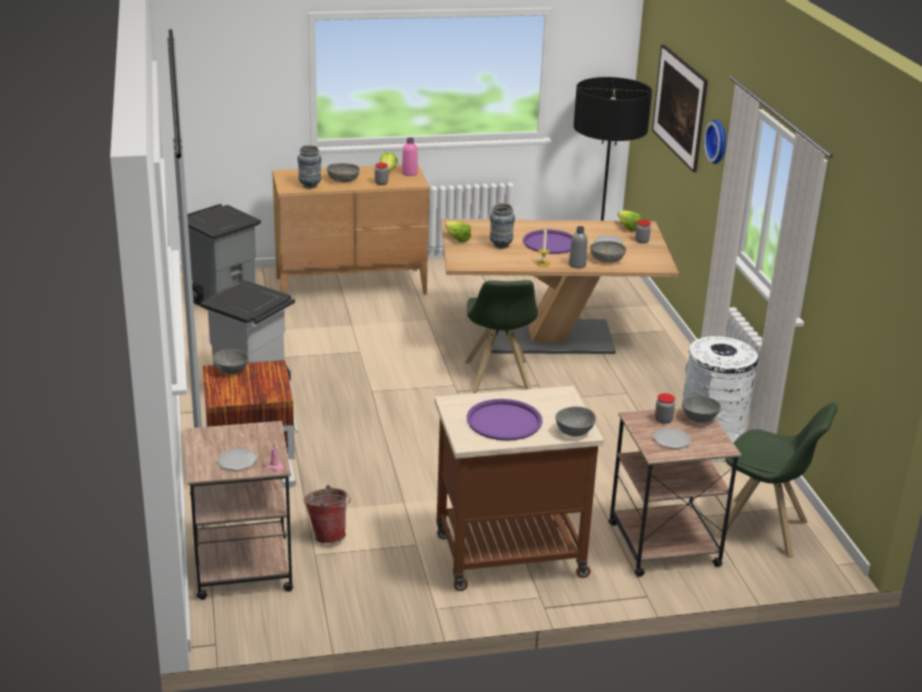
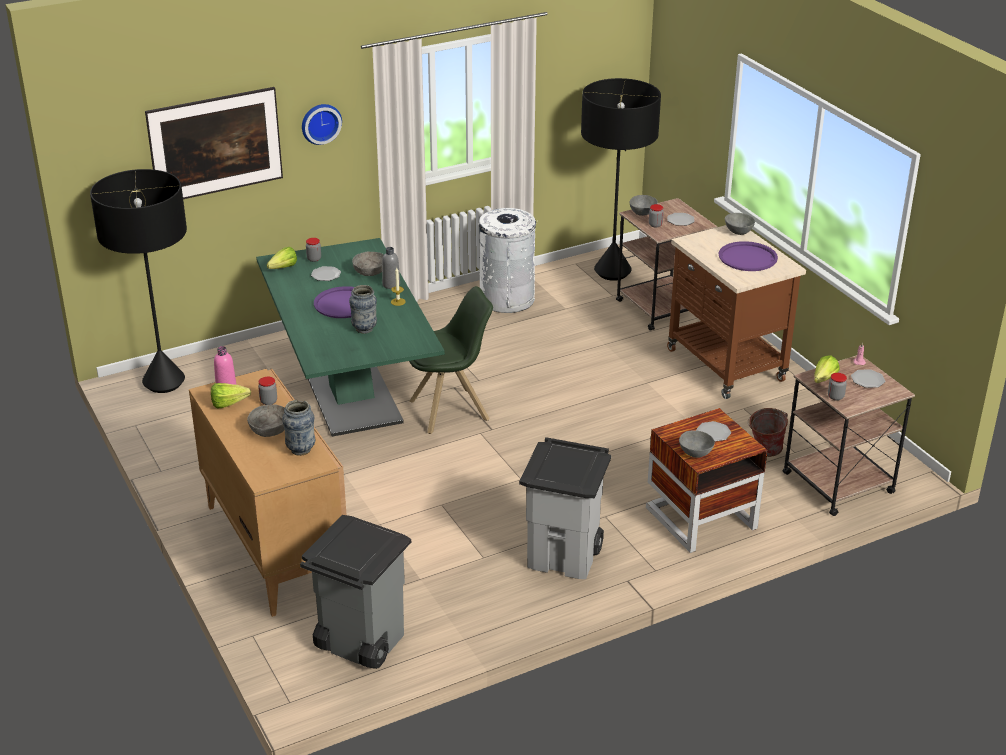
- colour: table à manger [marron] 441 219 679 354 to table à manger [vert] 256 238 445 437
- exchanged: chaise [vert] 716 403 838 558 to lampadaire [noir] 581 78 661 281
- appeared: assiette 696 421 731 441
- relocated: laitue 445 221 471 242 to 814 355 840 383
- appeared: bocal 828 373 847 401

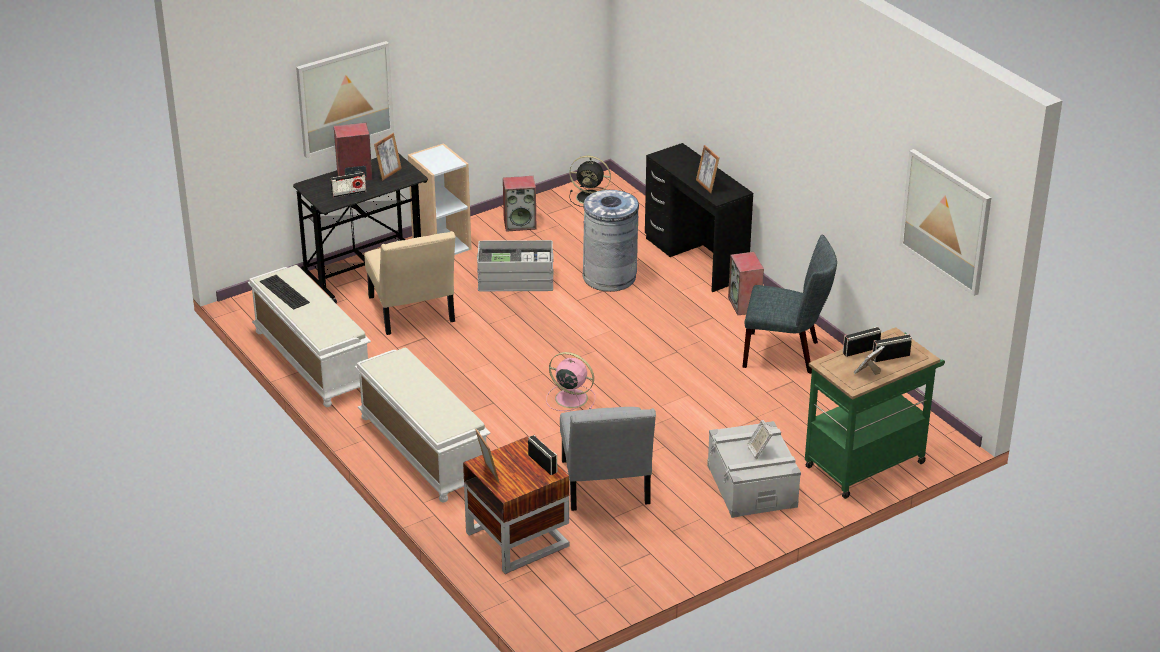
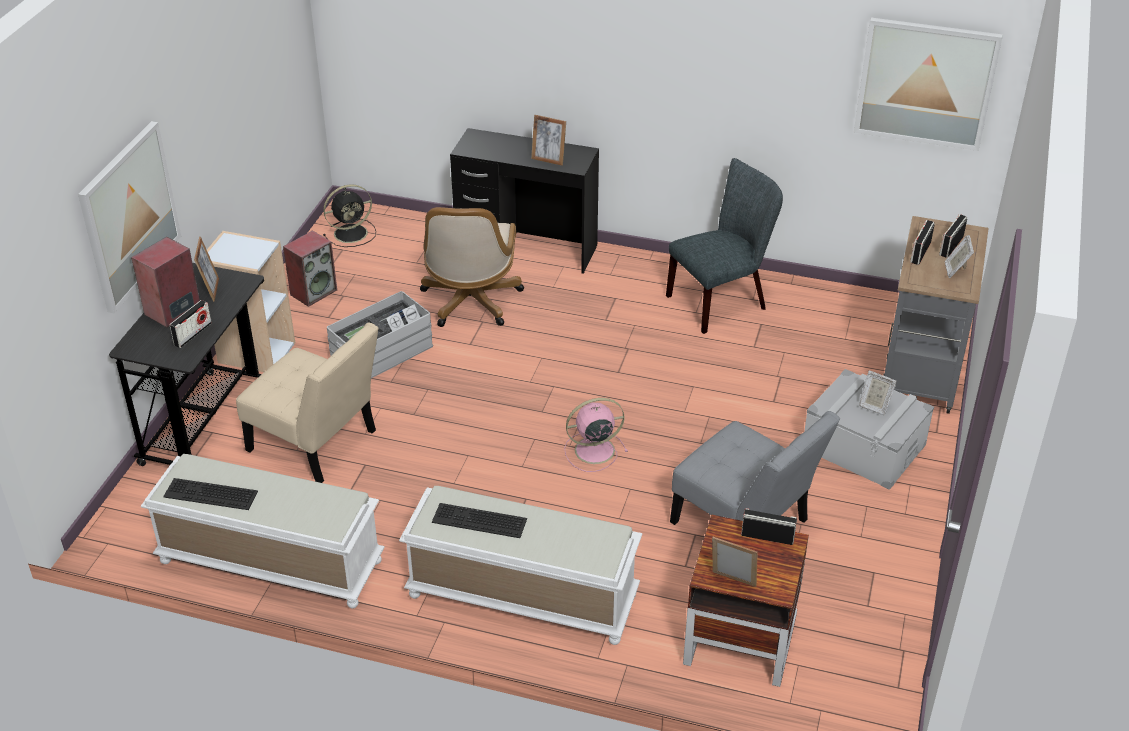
- exchanged: poubelle [gris] 583 190 639 292 to chaise de bureau 420 207 524 327
- appeared: clavier 432 503 527 538
- colour: chariot [vert] 805 327 945 499 to chariot [gris] 883 216 989 414
- missing: enceinte 728 252 764 315

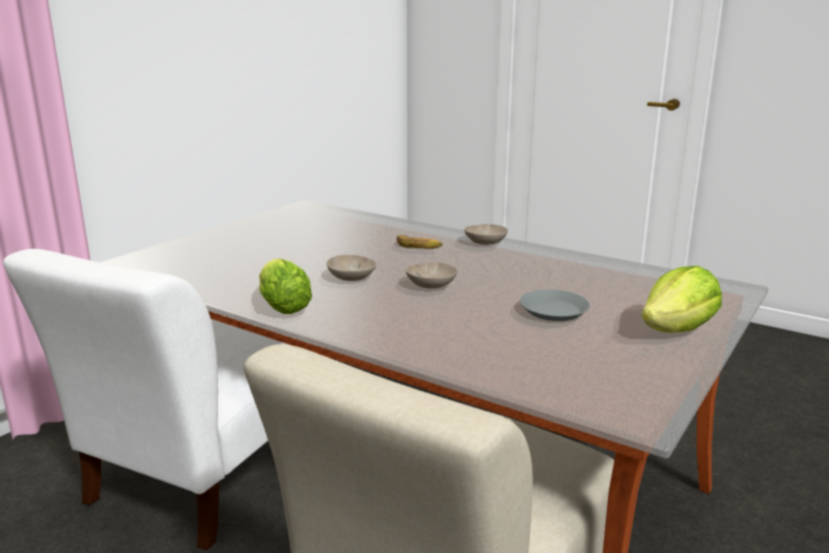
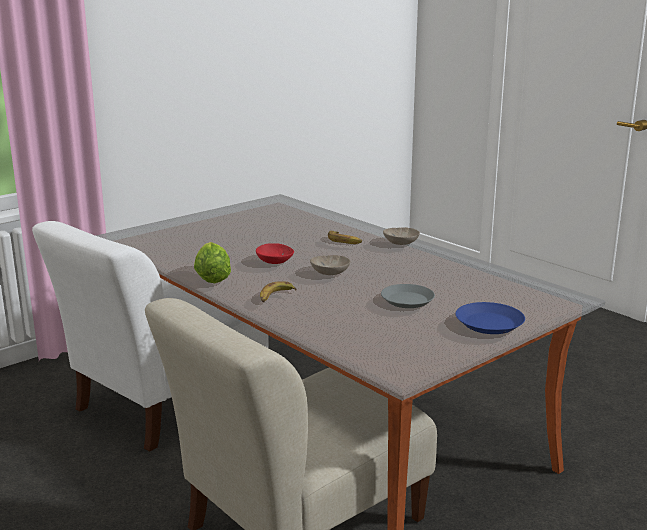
- colour: bol [beige] 326 255 377 281 to bol [rouge] 256 243 294 264
- appeared: banane 260 281 296 302
- exchanged: laitue 642 266 722 333 to assiette [bleu] 455 302 525 334

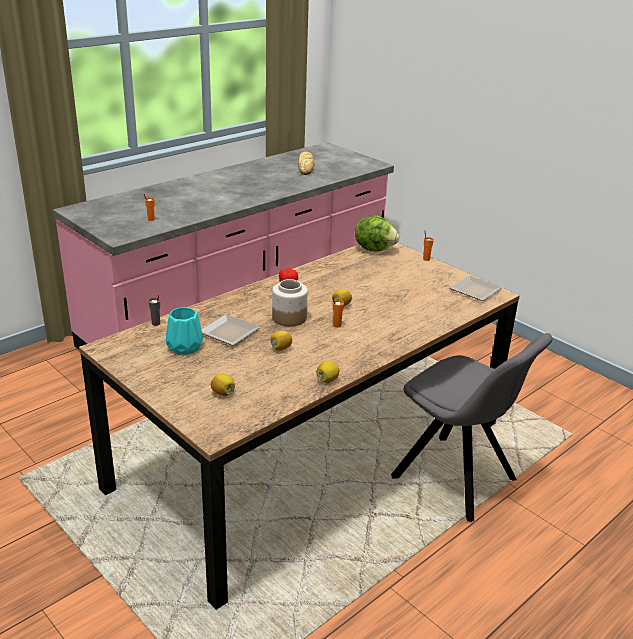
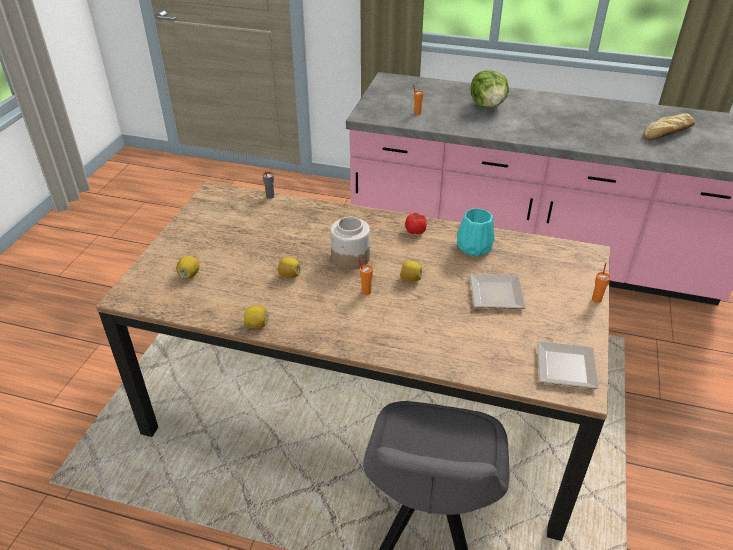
- relocated: vase [turquoise] 166 307 203 355 to 457 208 495 257
- relocated: assiette 201 314 260 346 to 470 274 526 309
- relocated: laitue 355 216 399 252 to 471 70 509 108

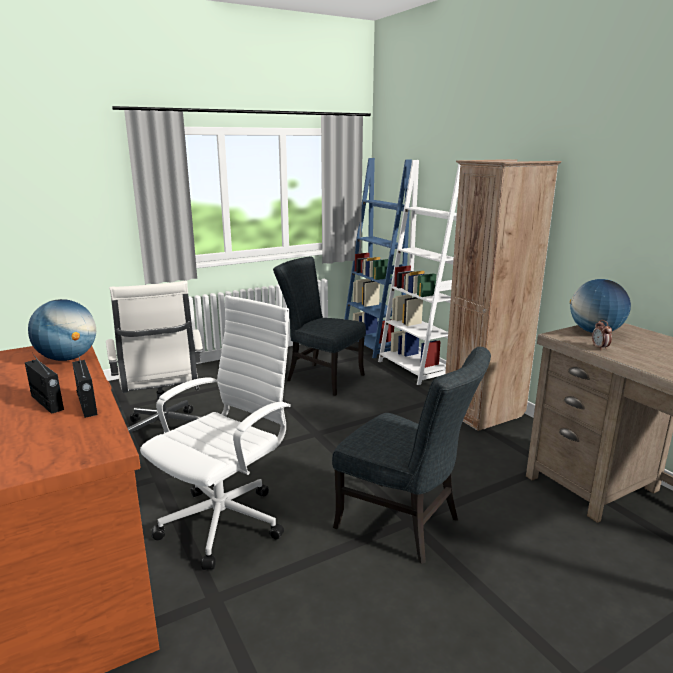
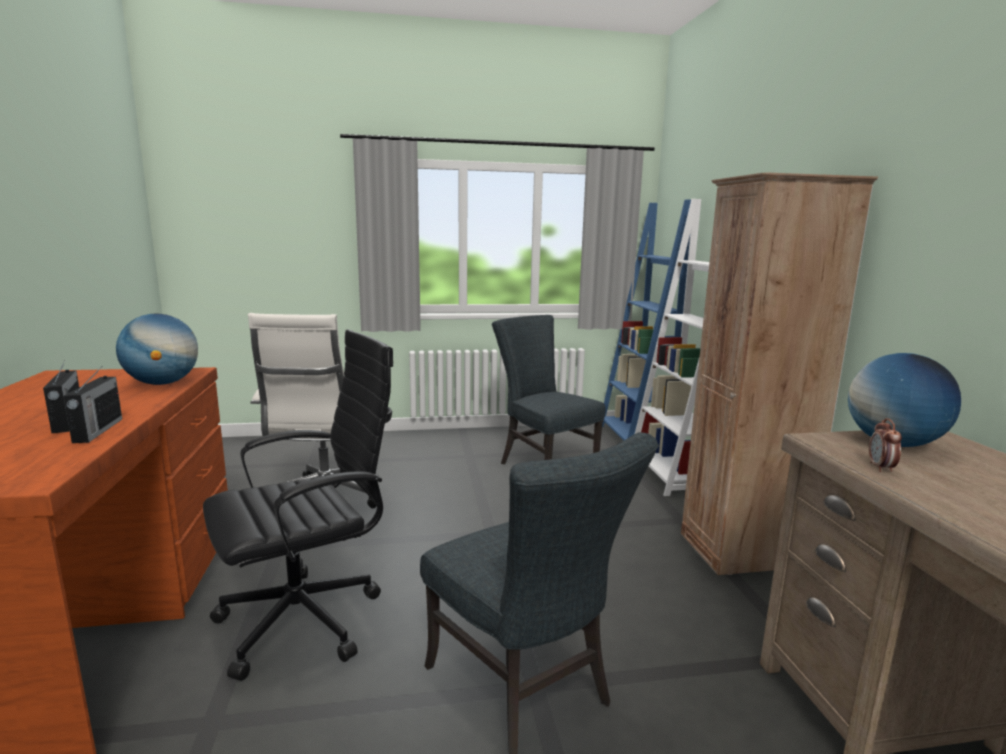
- colour: chaise de bureau [blanc] 140 295 291 570 to chaise de bureau [noir] 203 329 393 681

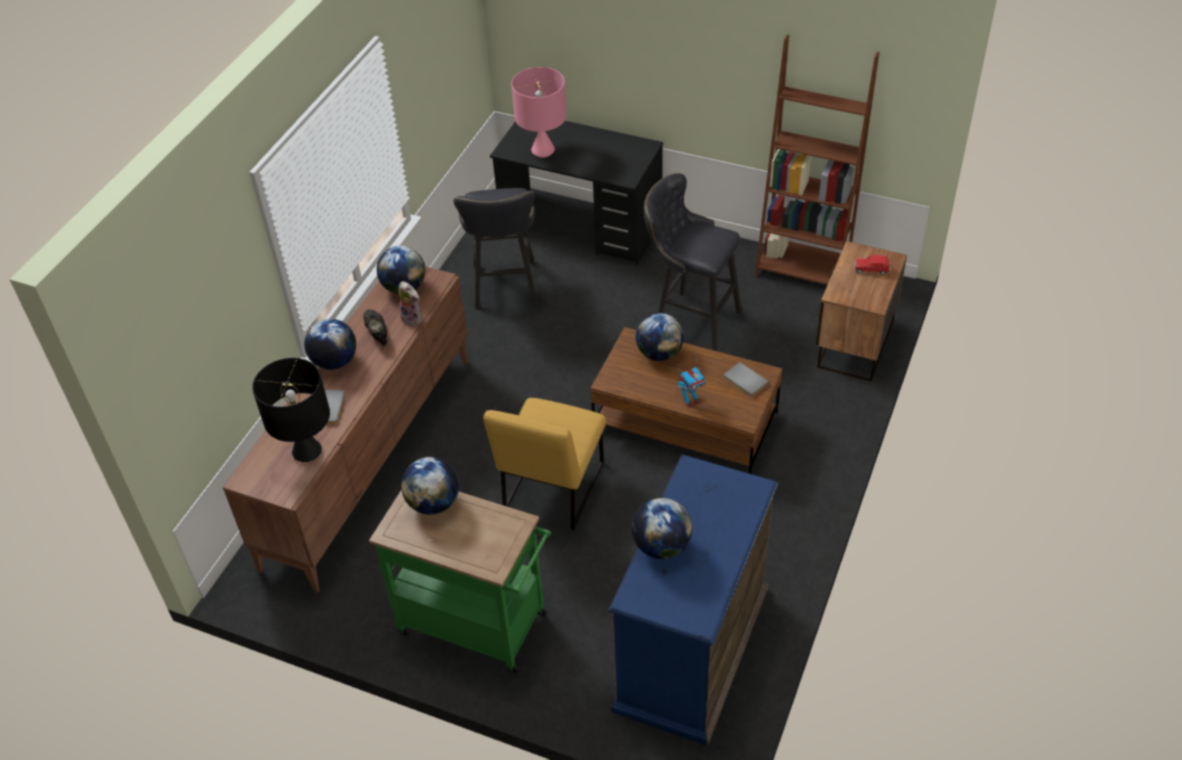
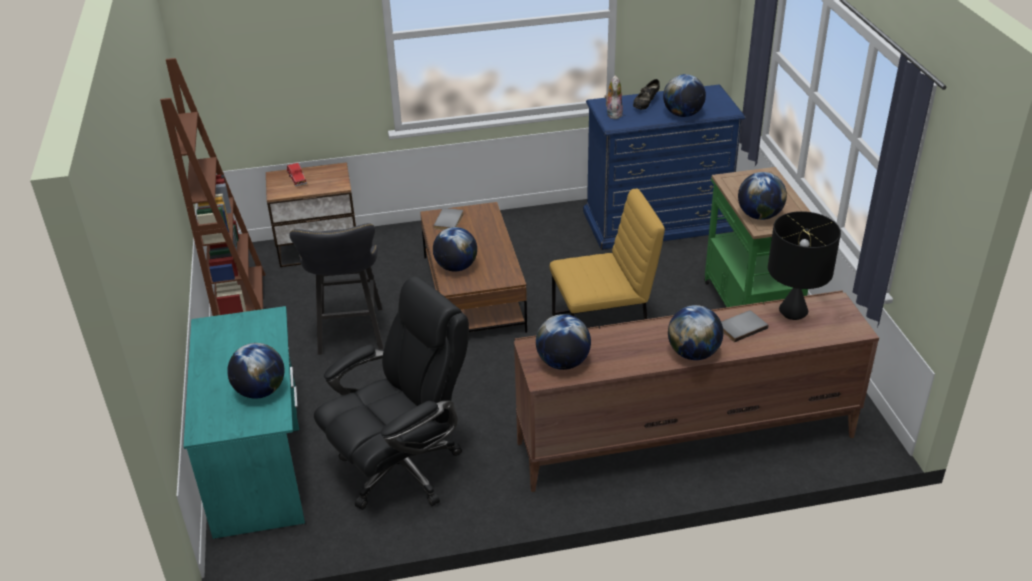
- colour: bureau [noir] 490 121 663 265 to bureau [turquoise] 183 306 305 539
- exchanged: lampe de table [rose] 511 67 567 158 to globe 227 343 284 399
- exchanged: tabouret [noir] 454 188 538 309 to chaise de bureau [noir] 314 277 469 510
- relocated: peluche 399 281 422 327 to 604 75 623 119
- relocated: chaussure [noir] 363 309 387 345 to 633 79 660 110
- missing: robot jouet 678 360 706 408

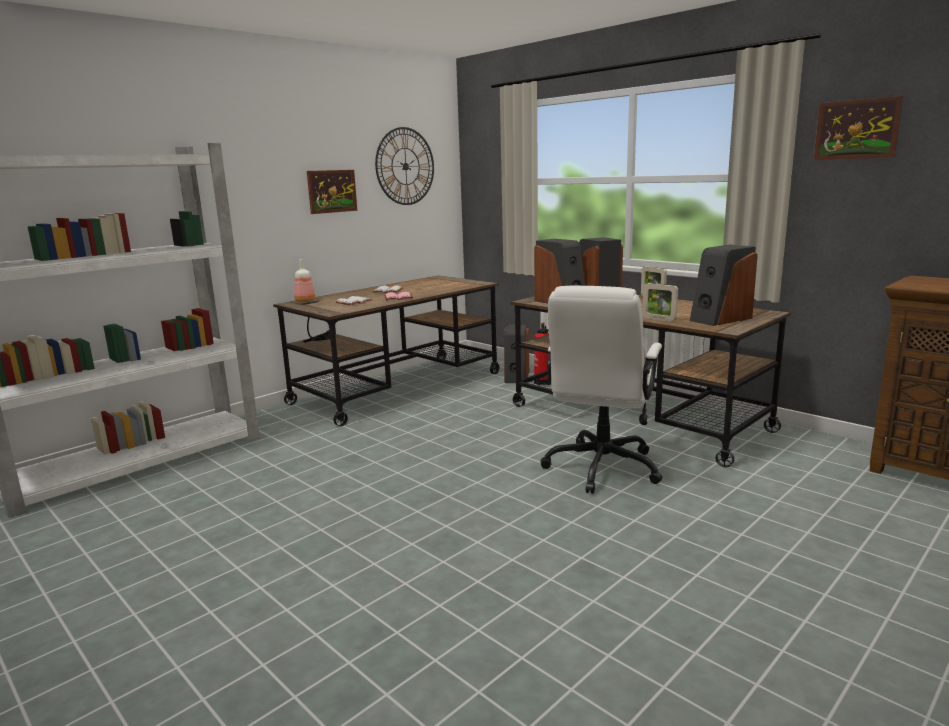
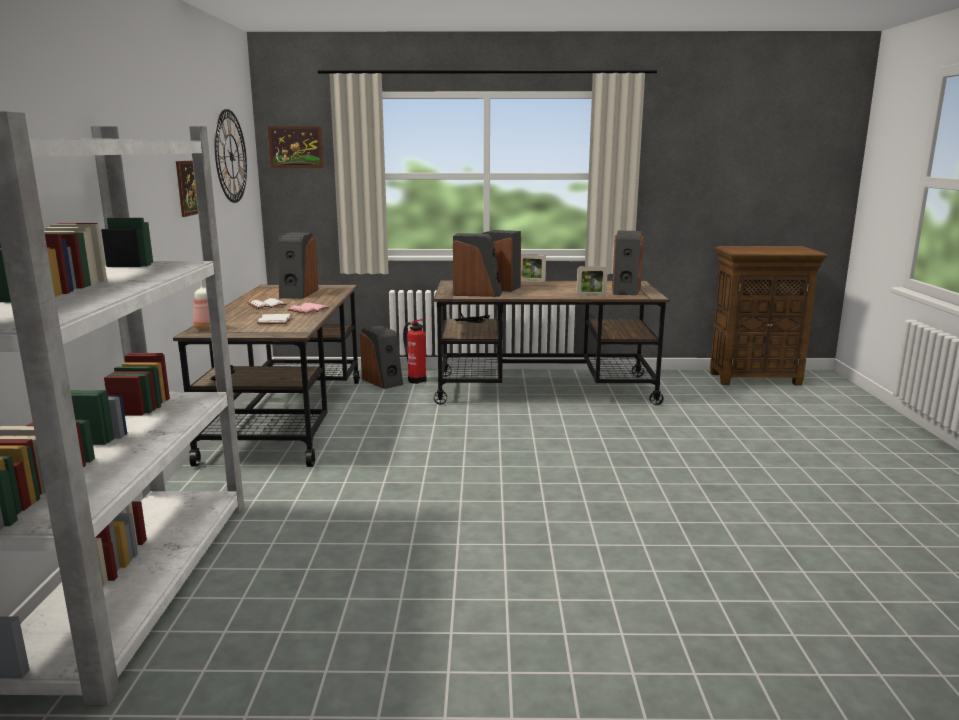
- relocated: tableau 814 96 903 160 to 267 126 324 168
- appeared: enceinte 278 232 319 299
- missing: chaise de bureau [blanc] 540 286 663 494

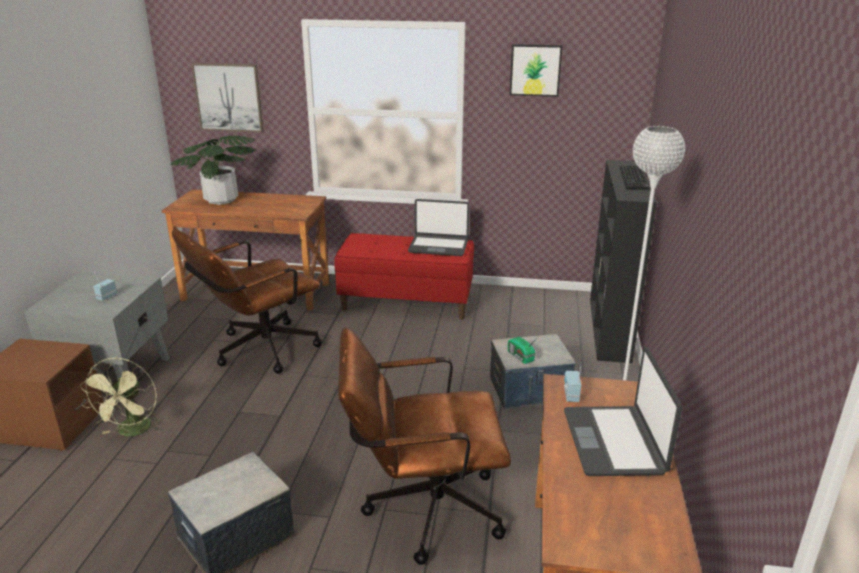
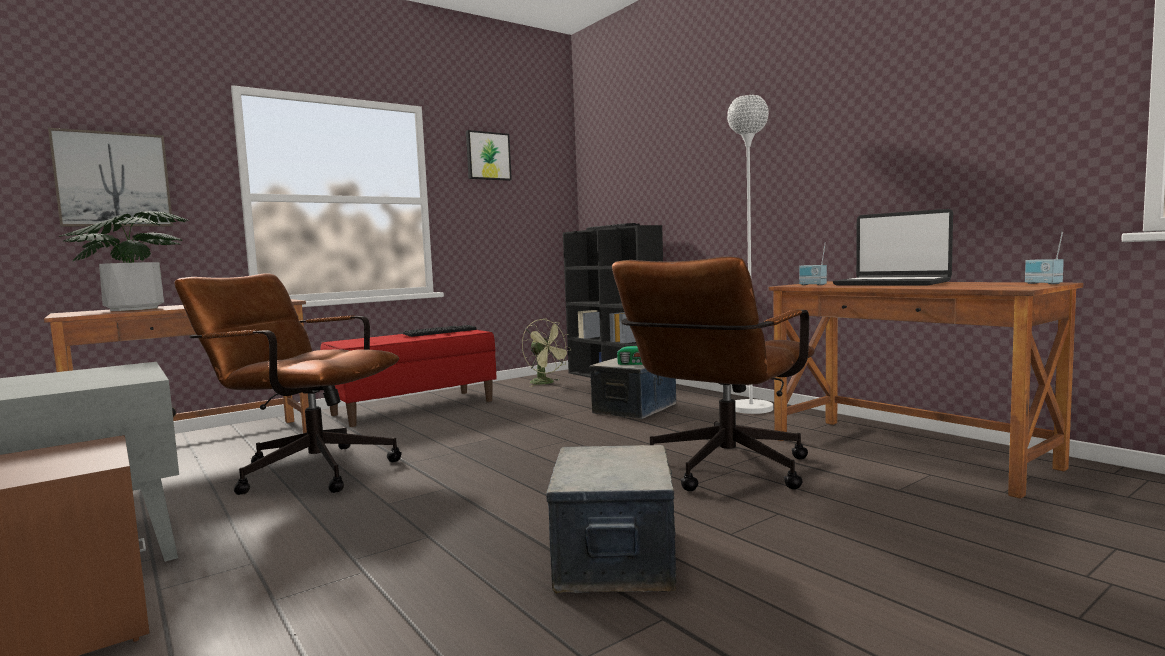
- spun: chaise de bureau [marron] 172 230 322 374 = 174 273 402 495 105 degrees clockwise
- exchanged: ordinateur portable 408 199 469 256 to clavier 403 325 477 337
- relocated: ventilateur [vert] 80 357 163 436 to 522 318 572 387
- relocated: radio 93 271 117 301 to 1025 232 1064 284

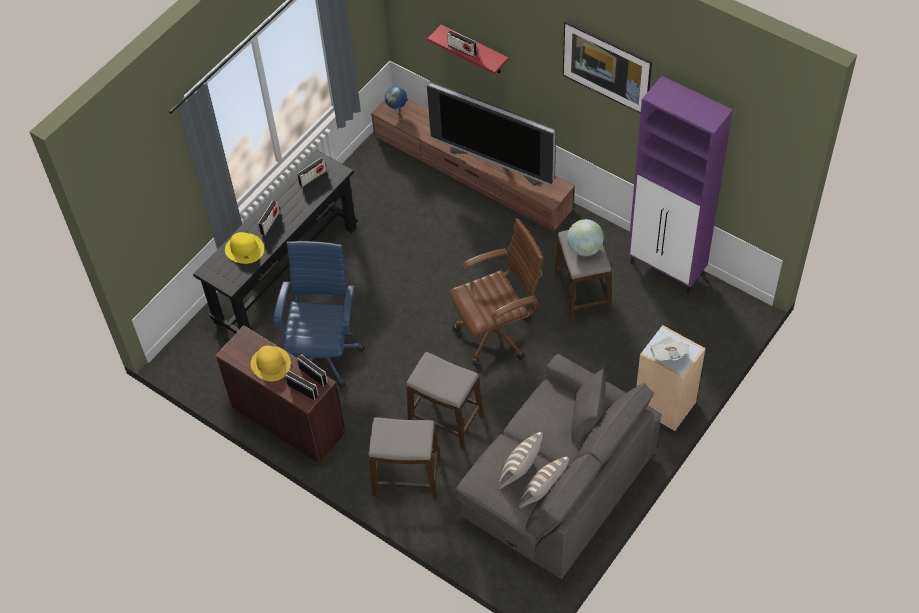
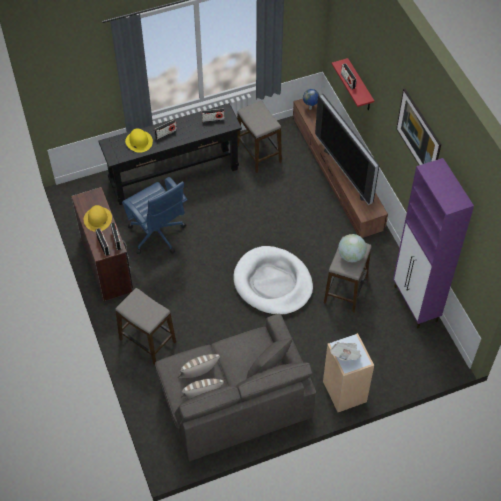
- spun: chaise de bureau [bleu] 274 241 365 388 = 122 177 187 254 105 degrees clockwise
- exchanged: chaise de bureau [marron] 449 219 543 366 to panier pour chien [blanc] 234 246 313 315
- relocated: tabouret 406 352 484 450 to 237 101 282 173

